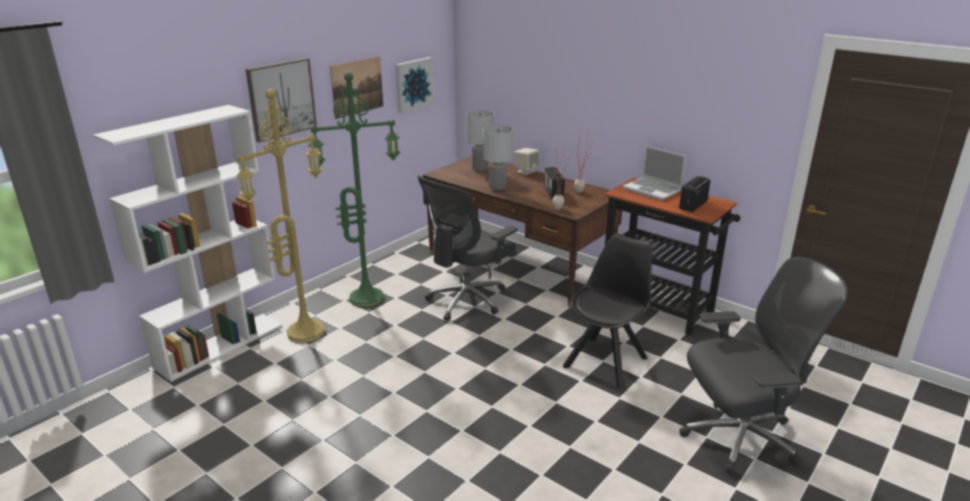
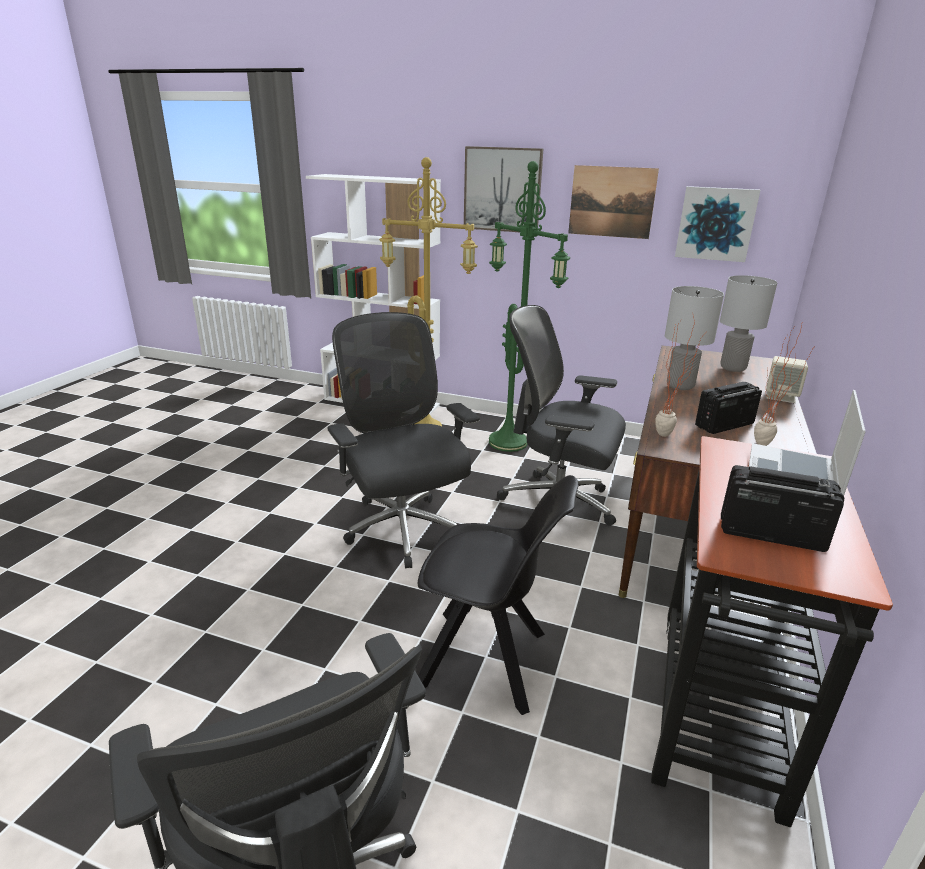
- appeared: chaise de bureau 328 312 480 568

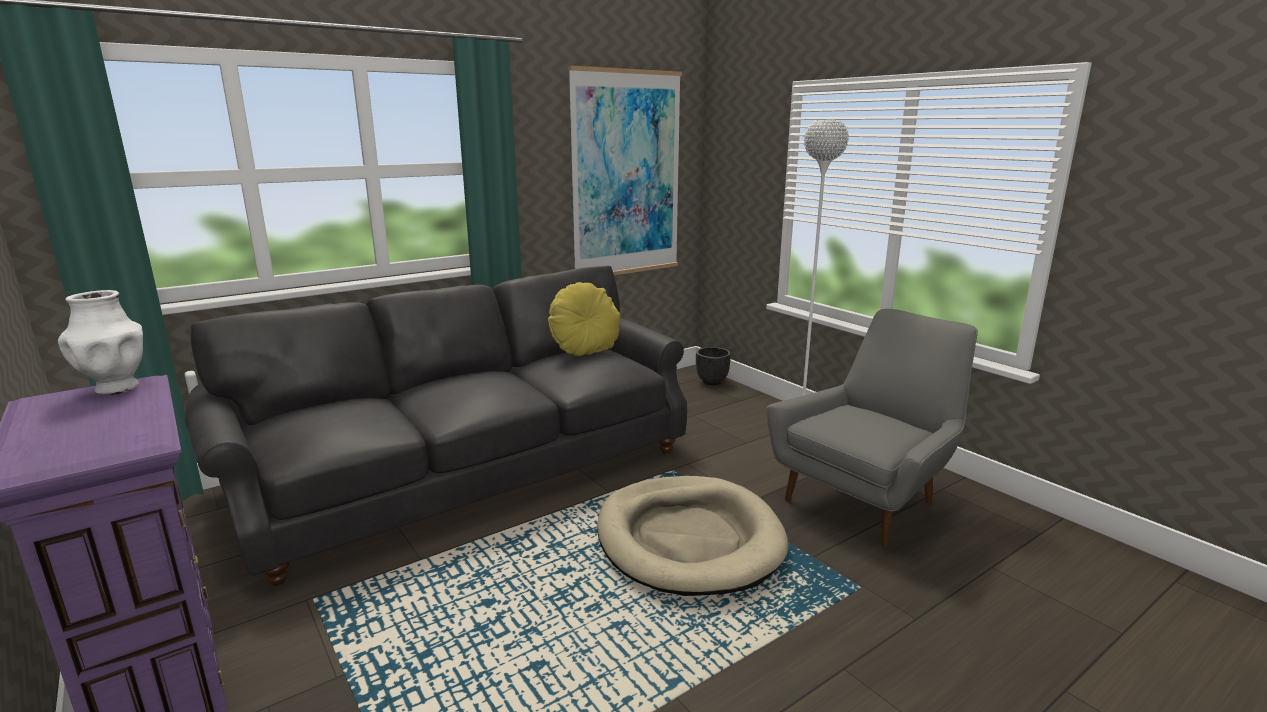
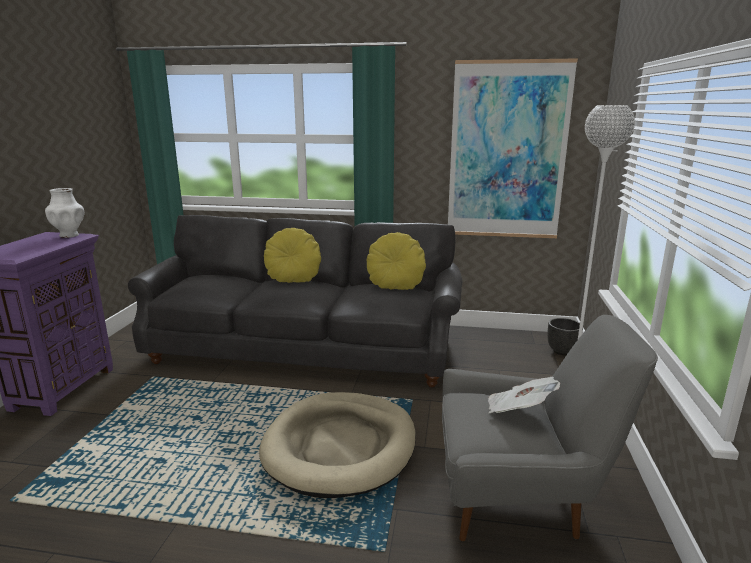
- appeared: coussin [jaune] 264 228 321 283
- appeared: journal 488 377 560 413

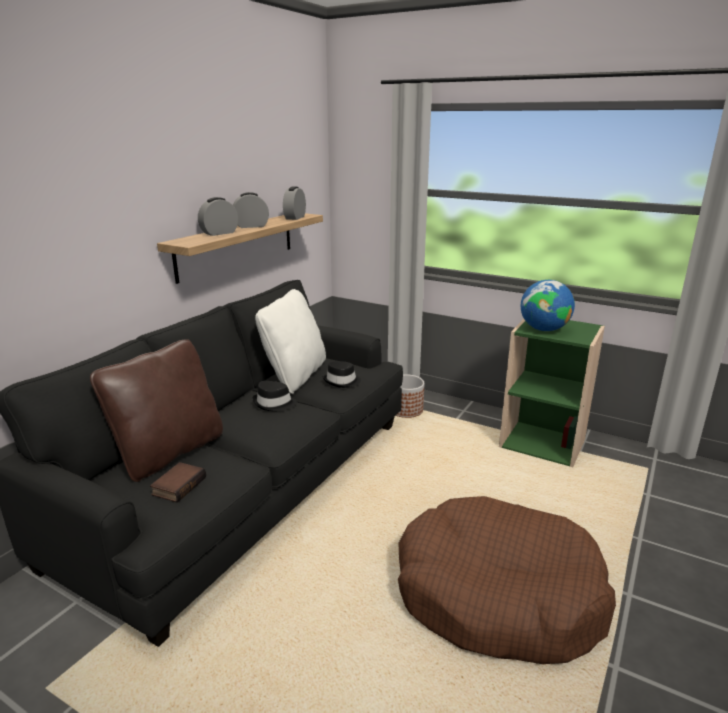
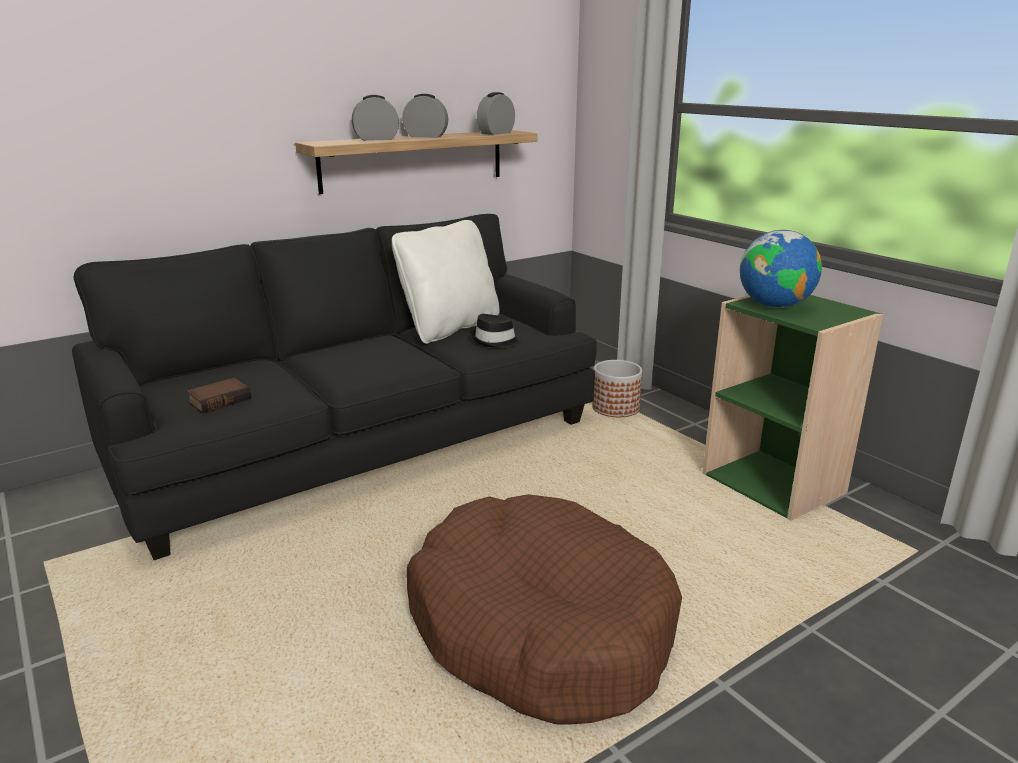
- missing: coussin [marron] 90 339 223 482
- missing: chapeau [noir] 252 381 297 411

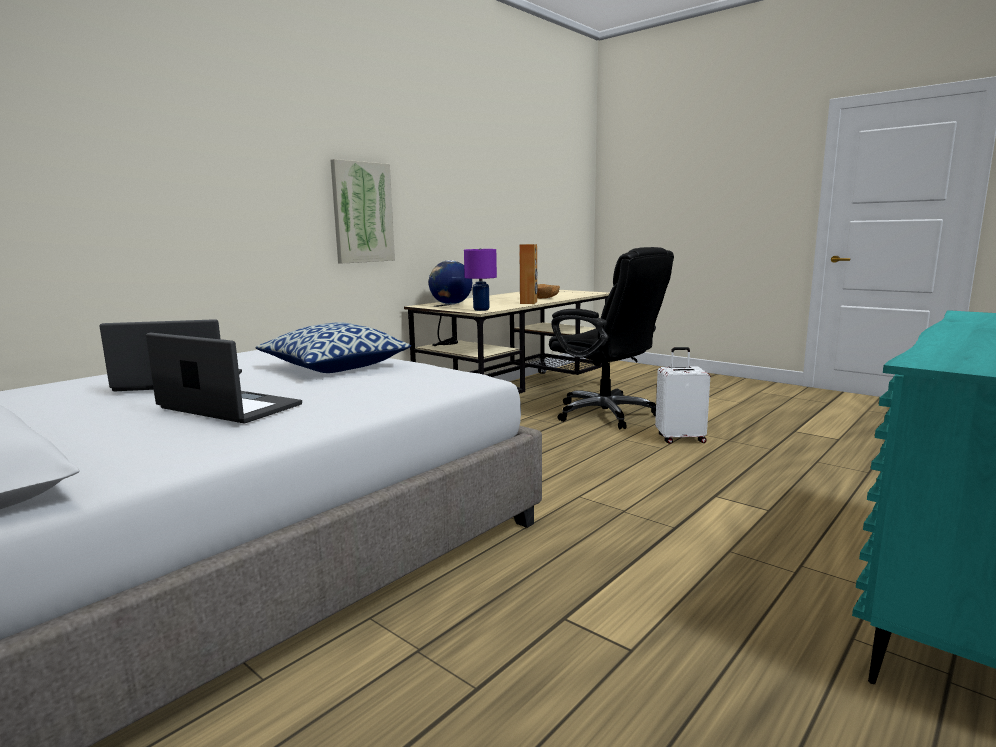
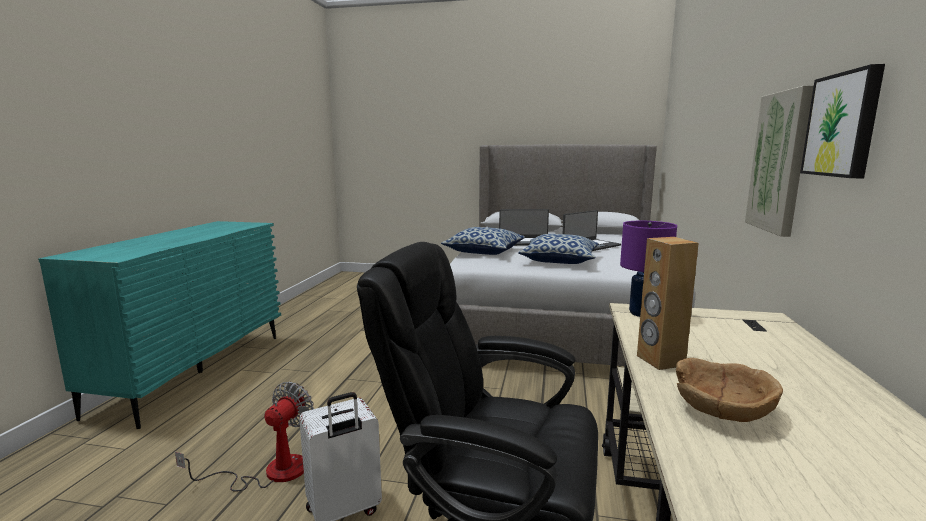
- appeared: ventilateur 175 382 314 491
- appeared: coussin 441 227 525 255
- appeared: tableau 800 64 885 178
- missing: globe 429 260 472 305

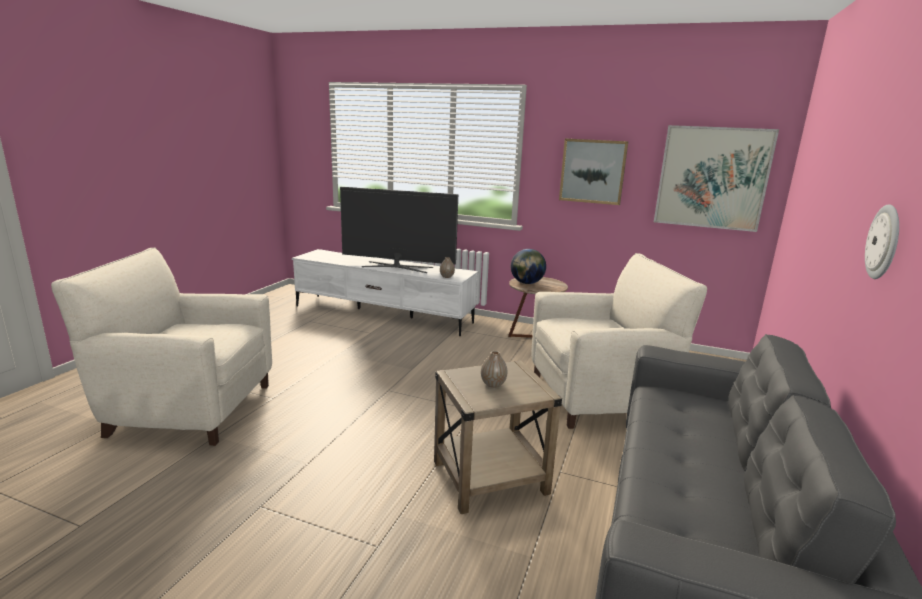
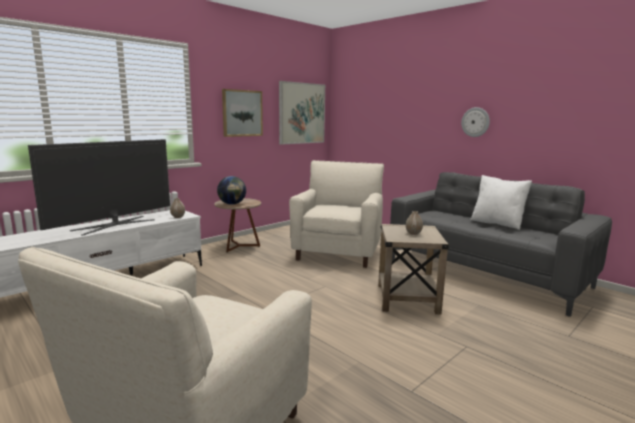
- appeared: coussin [blanc] 470 175 532 230

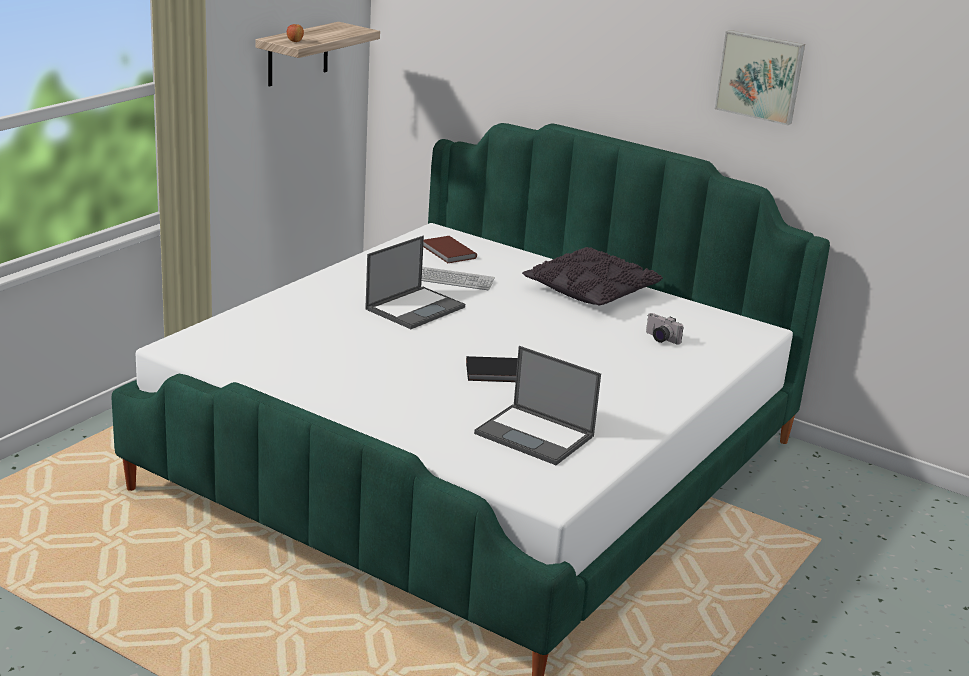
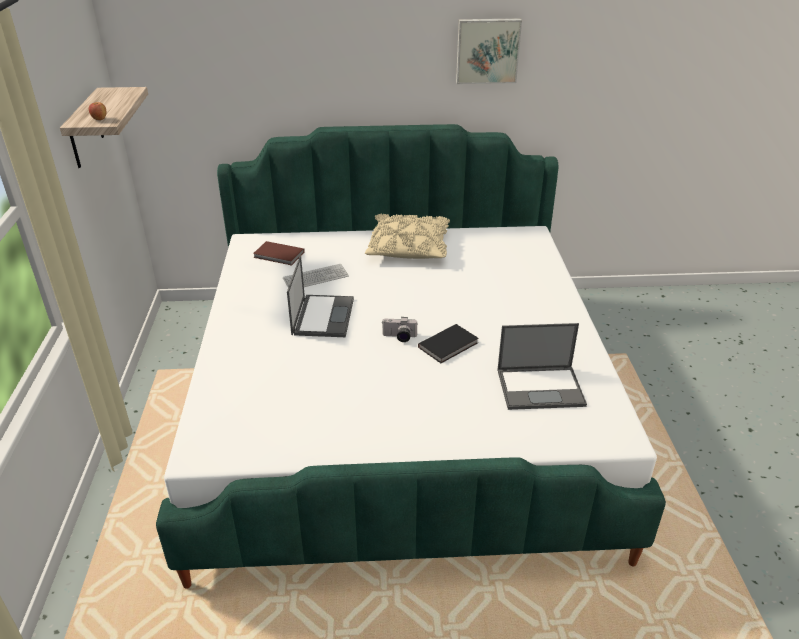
- colour: coussin [noir] 522 247 663 306 to coussin [beige] 365 214 450 259
- relocated: appareil photo 646 313 684 344 to 382 317 418 342

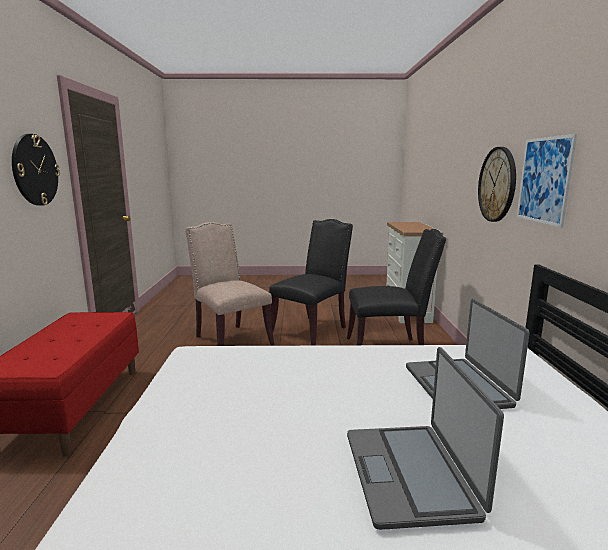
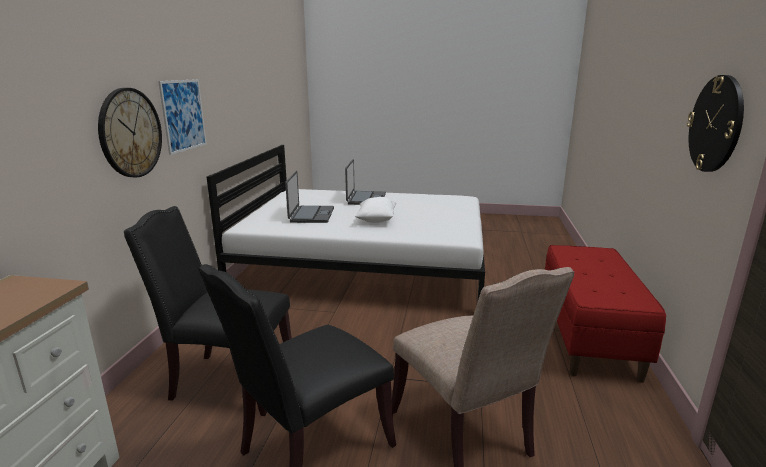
- appeared: coussin [blanc] 355 197 396 223

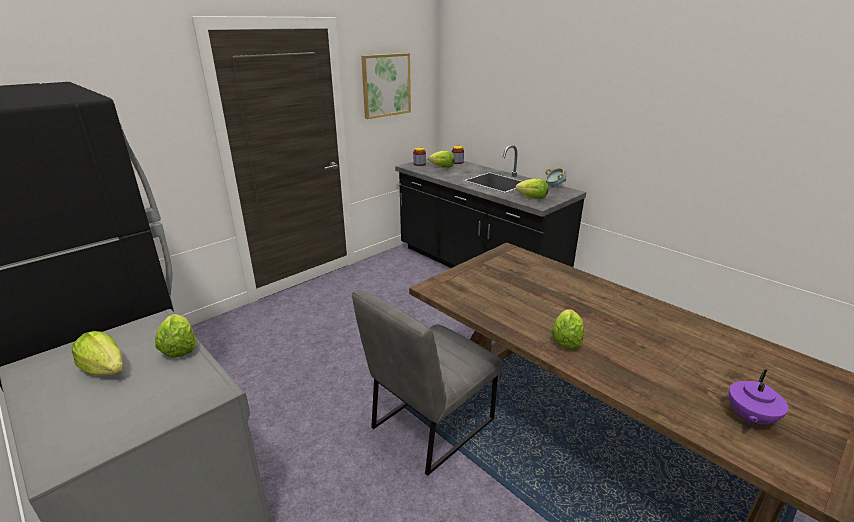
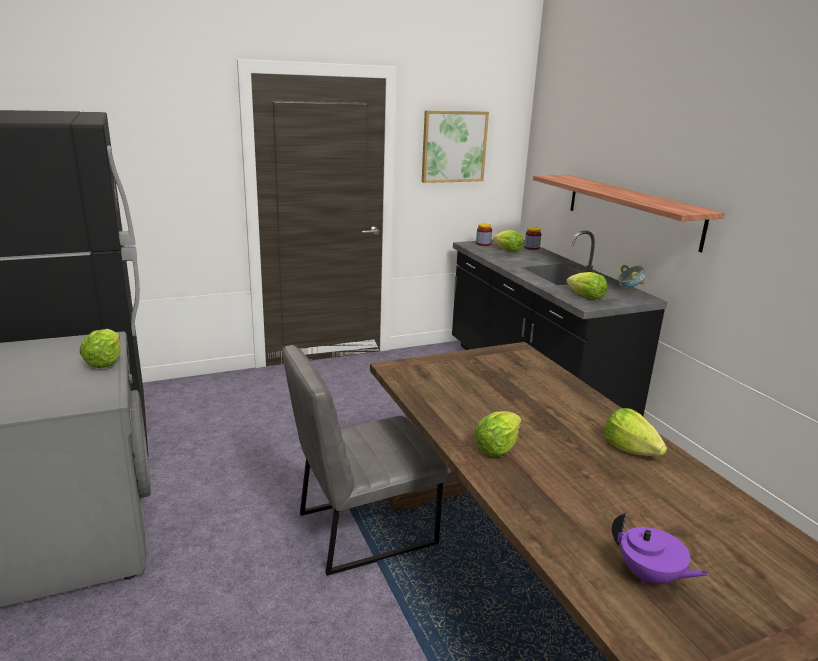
- appeared: étagère 533 175 724 252
- relocated: laitue 71 331 123 376 to 604 408 667 456
- spun: théière [violet] 729 369 788 426 = 612 513 709 585 105 degrees counterclockwise

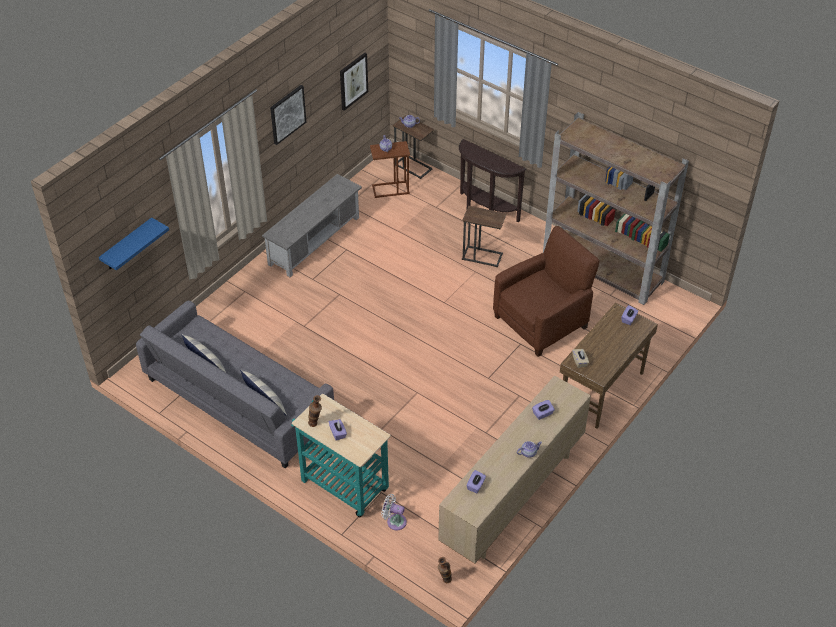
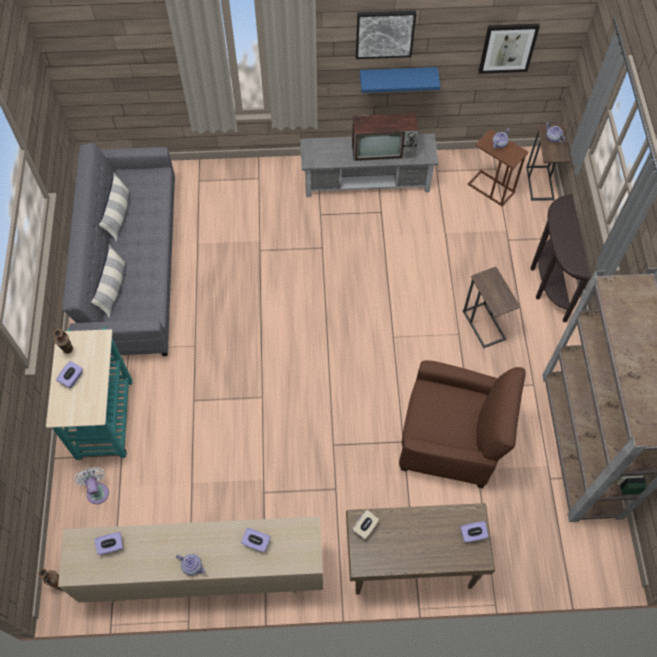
- appeared: téléviseur 352 113 419 161
- relocated: étagère [bleu] 99 217 169 271 to 360 67 441 93

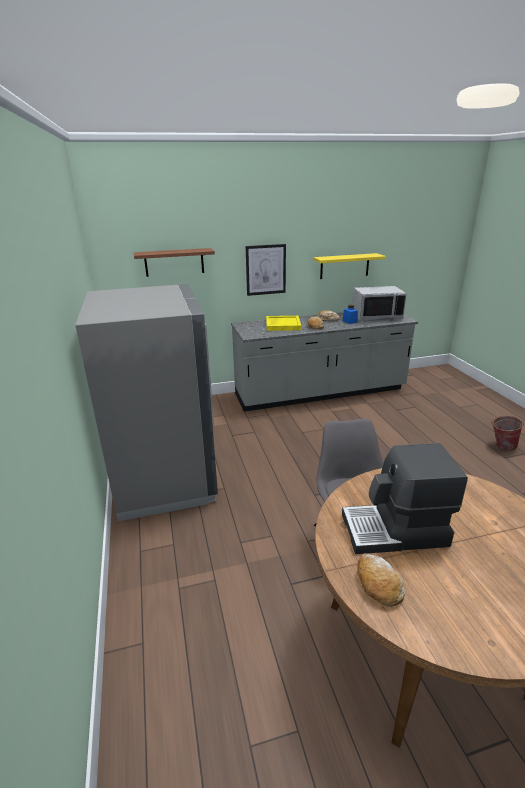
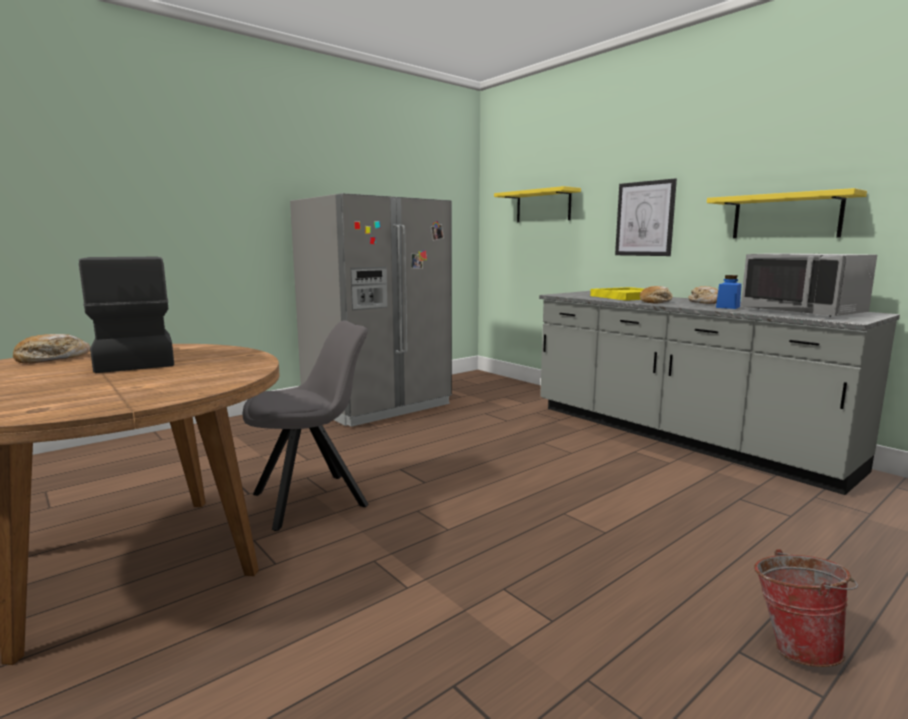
- colour: étagère [marron] 134 248 215 277 to étagère [jaune] 494 186 581 222

